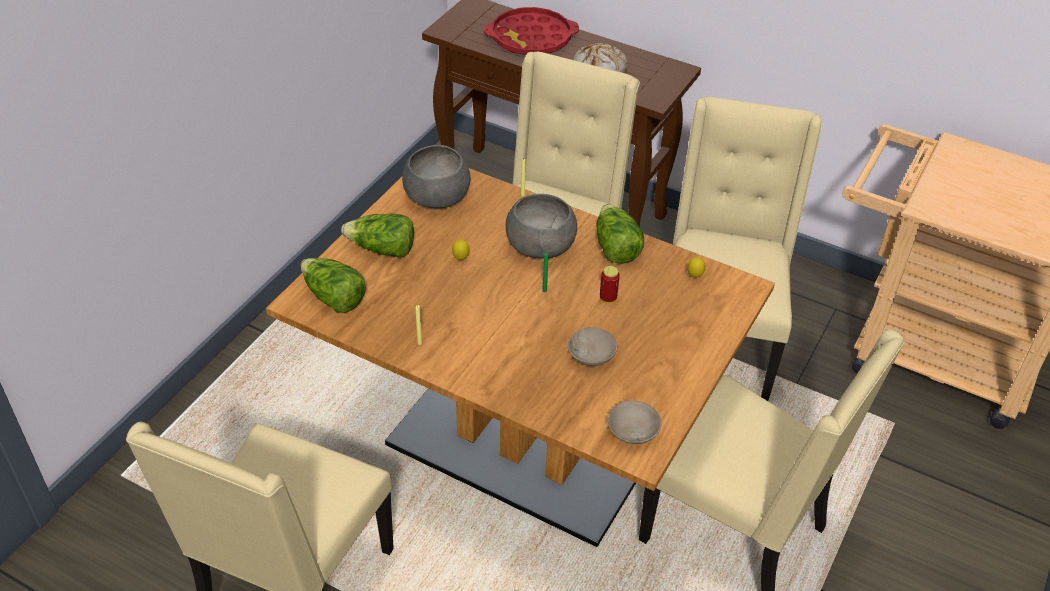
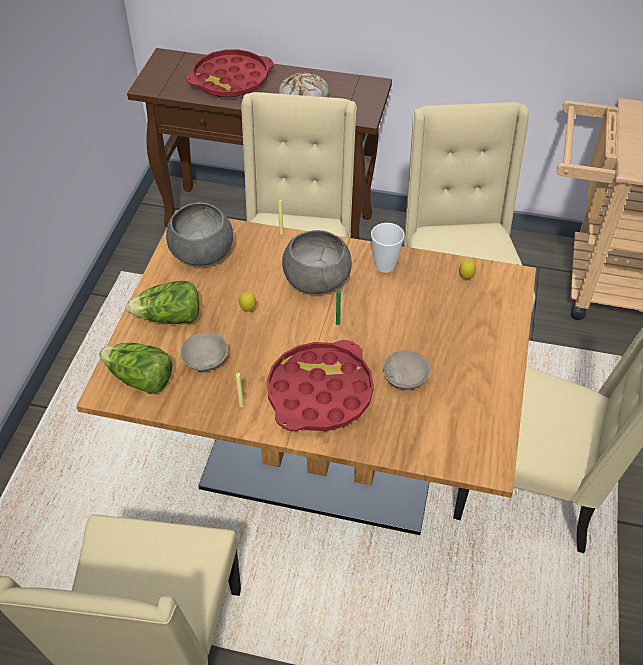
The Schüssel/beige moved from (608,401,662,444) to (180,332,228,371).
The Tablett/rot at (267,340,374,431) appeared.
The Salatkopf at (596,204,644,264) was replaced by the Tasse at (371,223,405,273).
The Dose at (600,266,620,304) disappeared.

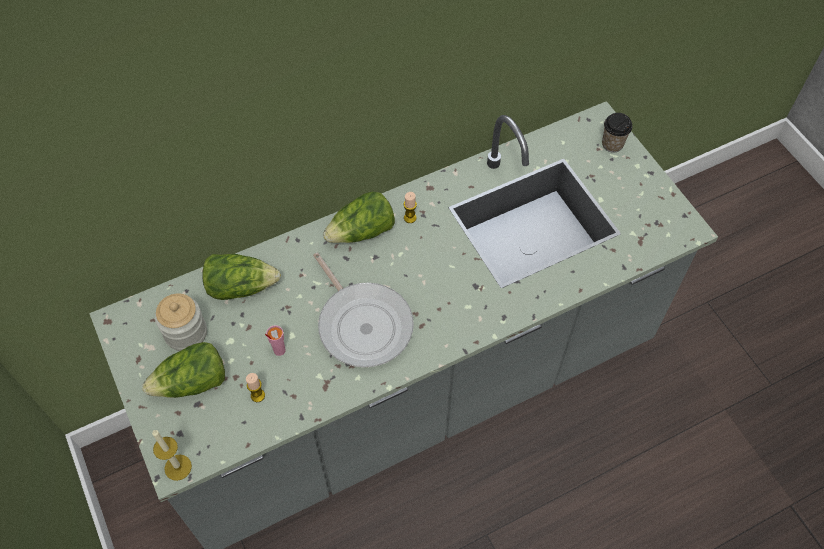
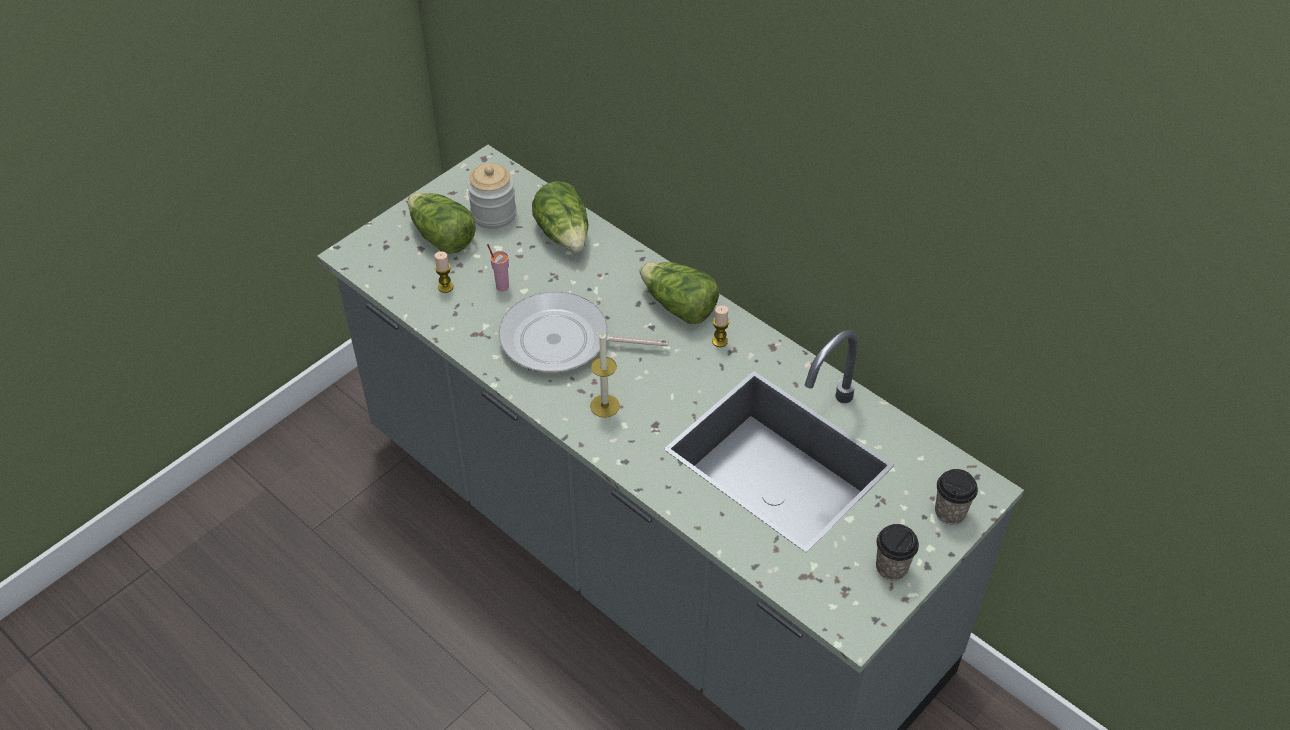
The Pfanne at (313,252,414,367) turned 60 degrees clockwise.
The Kerze moved from (152,430,192,481) to (590,331,620,418).
The Tasse at (876,524,919,580) appeared.

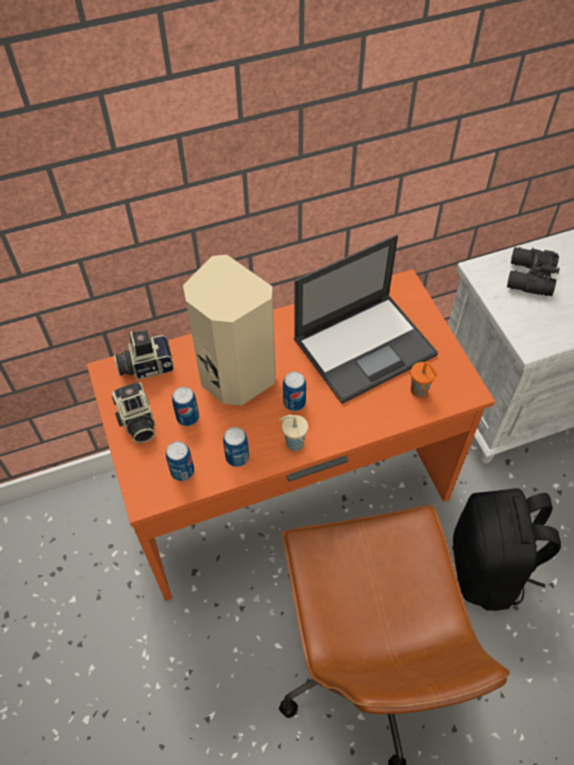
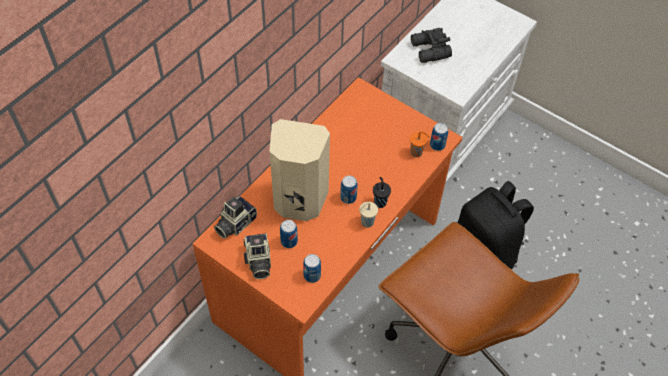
The Kamera at (112,382,155,443) turned 45 degrees clockwise.
The Tasse/schwarz at (373,177,391,208) appeared.
The Dose moved from (223,427,249,467) to (430,123,448,151).
The Laptop at (294,235,438,404) disappeared.

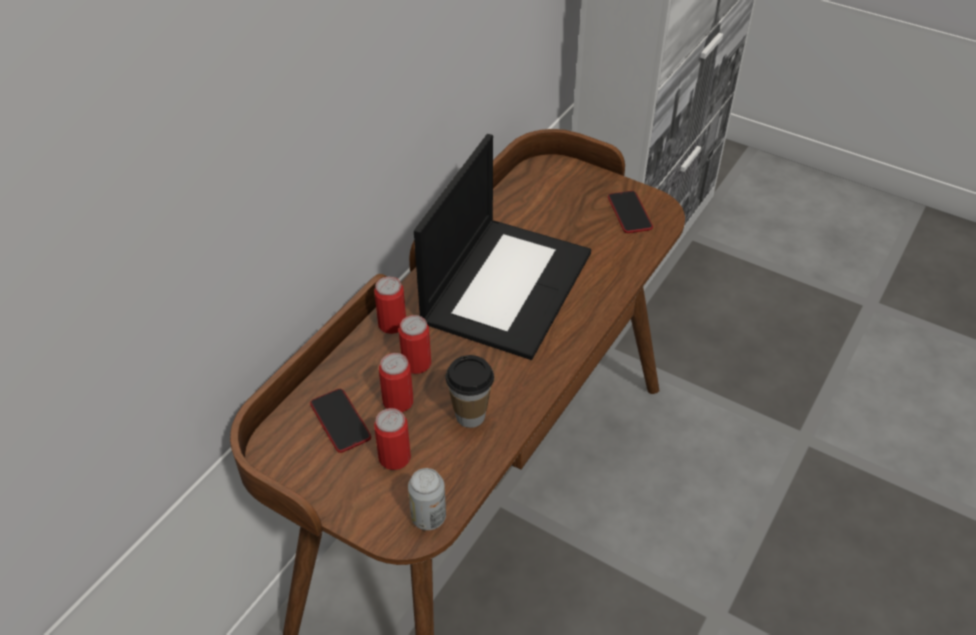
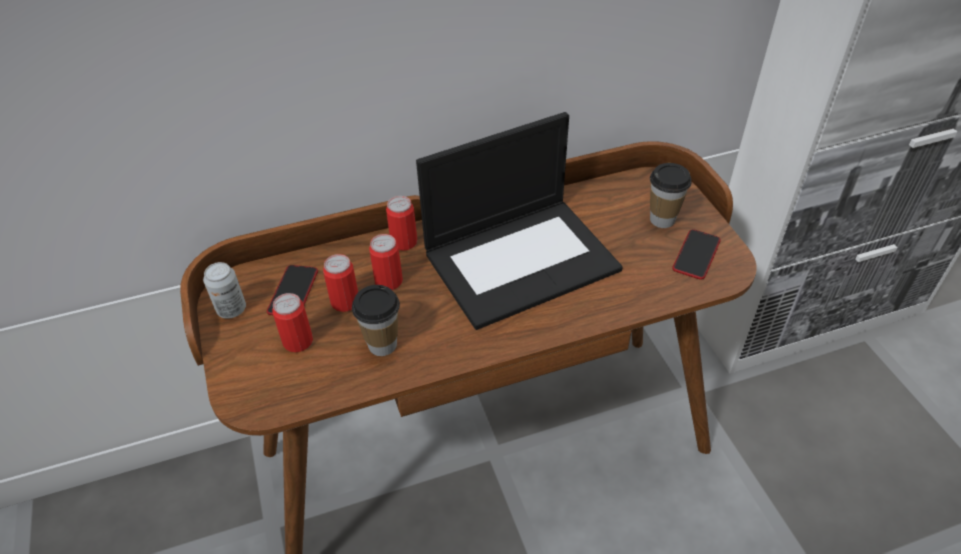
The Dose moved from (408,468,446,530) to (203,262,246,319).
The Tasse at (650,163,692,228) appeared.

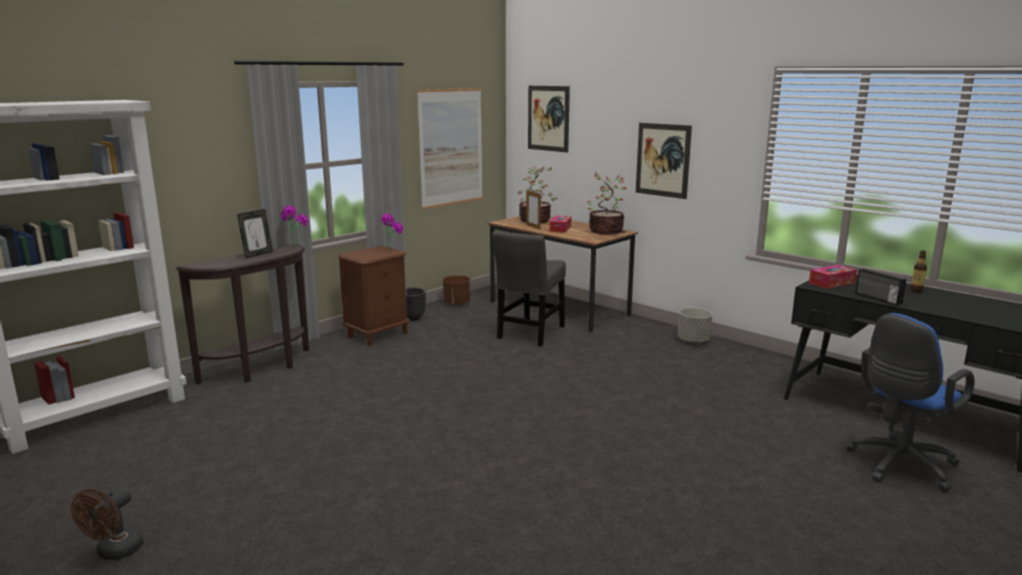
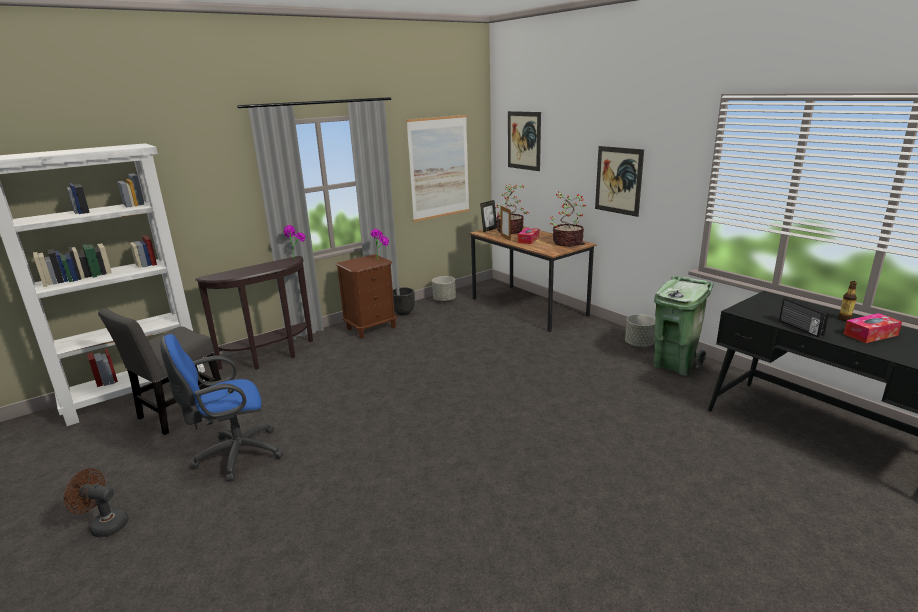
The Ventilator/braun at (71,488,143,560) turned 75 degrees clockwise.
The Stuhl/grau moved from (492,231,566,346) to (98,308,221,435).
The Bürostuhl/blau moved from (846,313,975,492) to (160,334,283,482).
The Pflanzkübel/braun at (443,275,471,306) became the Pflanzkübel/grau at (432,276,456,302).
The Bilderrahmen moved from (237,209,273,259) to (480,200,497,232).
The Mülleimer/grün at (654,276,714,376) appeared.
The Taschentuchbox moved from (809,265,857,289) to (843,313,902,343).

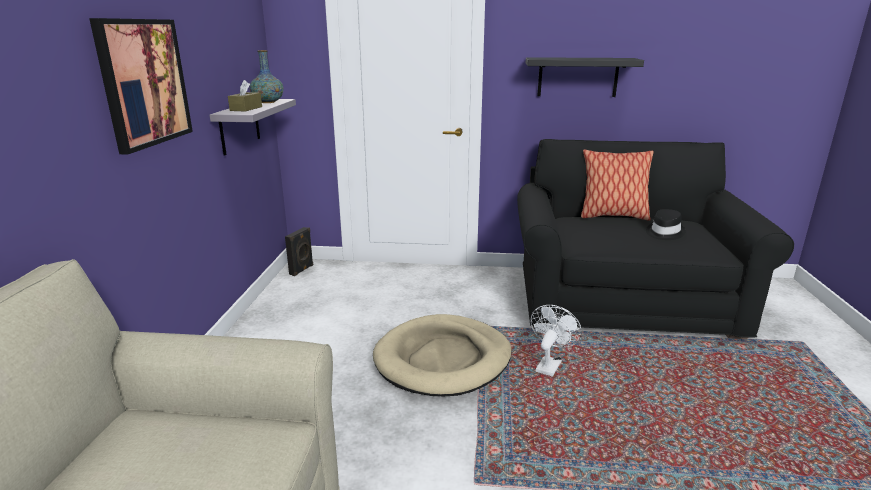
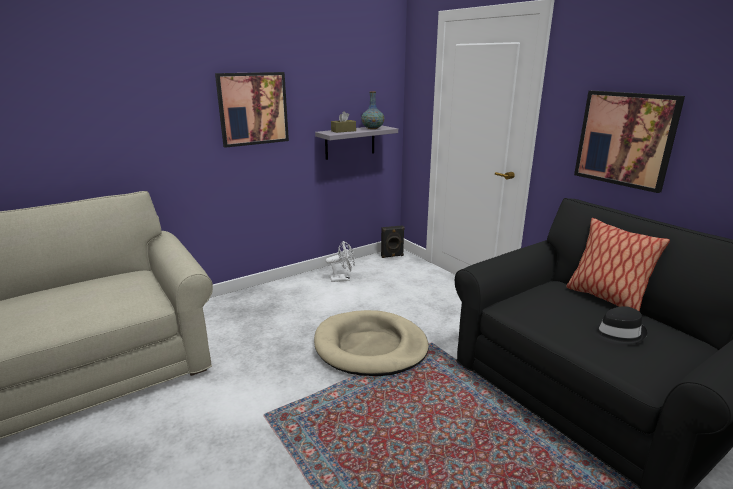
The Ventilator/weiß moved from (530,305,582,377) to (326,241,355,282).
The Wandregal/schwarz at (526,57,644,97) was replaced by the Bild at (574,90,685,193).

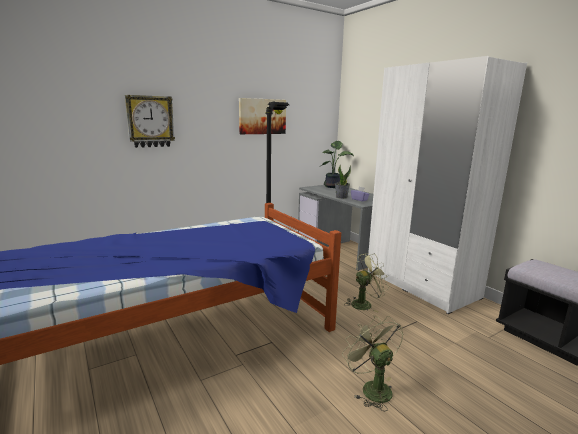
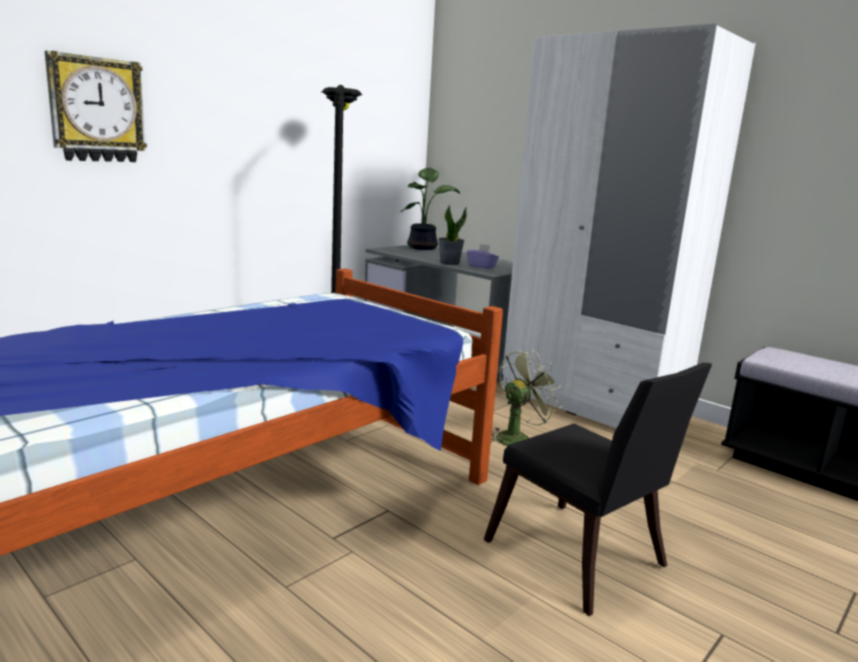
The Ventilator/grün at (342,315,403,411) was replaced by the Stuhl/schwarz at (484,363,712,616).
The Bild at (239,98,286,134) disappeared.

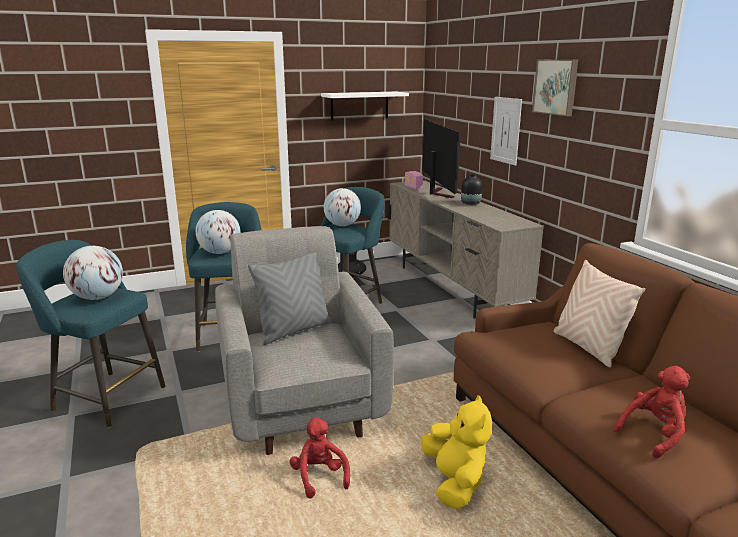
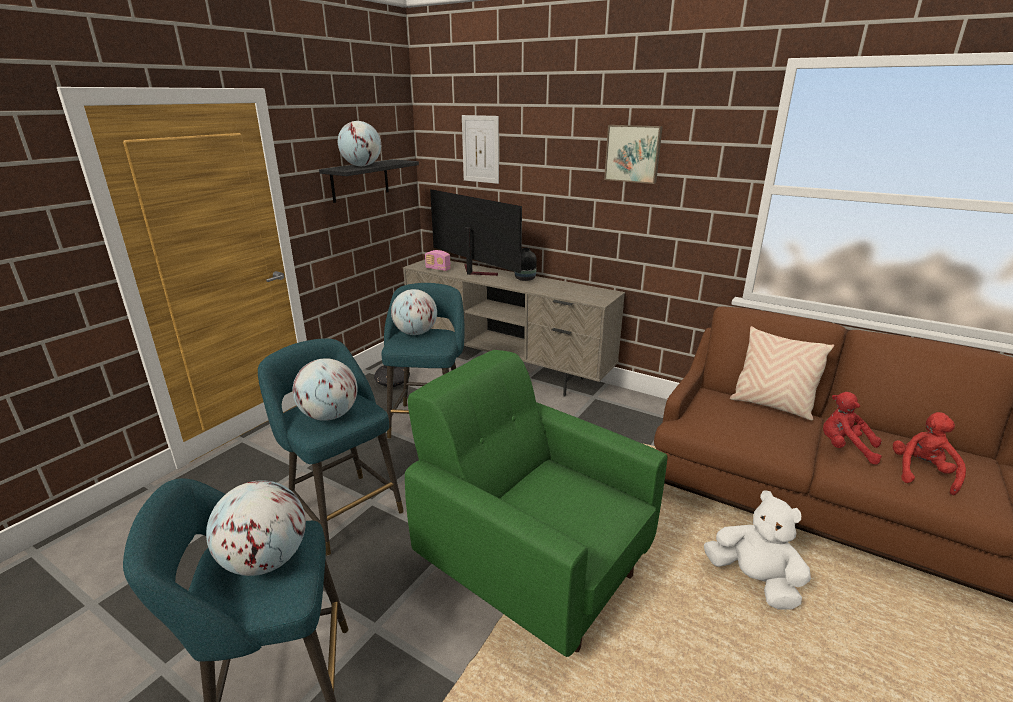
The Wandregal/weiß at (321,92,409,121) became the Wandregal/schwarz at (319,159,419,203).
The Globus at (338,121,381,166) appeared.
The Sessel/grau at (215,226,394,455) became the Sessel/grün at (405,350,668,657).
The Bild moved from (490,97,522,165) to (462,115,499,184).
The Plüschtier/gelb at (421,395,492,510) became the Plüschtier/weiß at (704,490,811,610).
The Plüschtier/rot moved from (289,418,350,499) to (823,392,882,465).
The Kissen/grau at (248,251,332,345) disappeared.

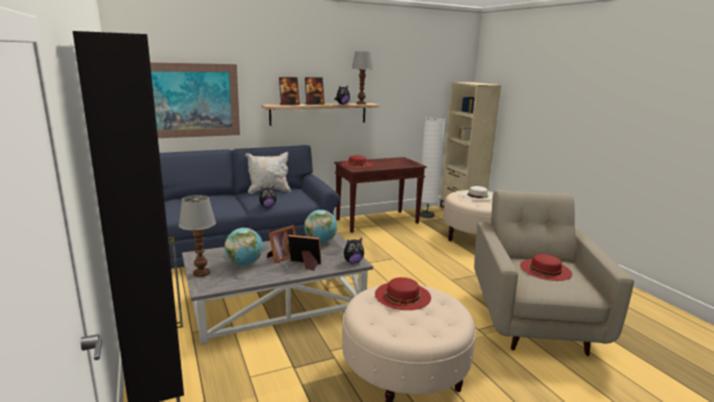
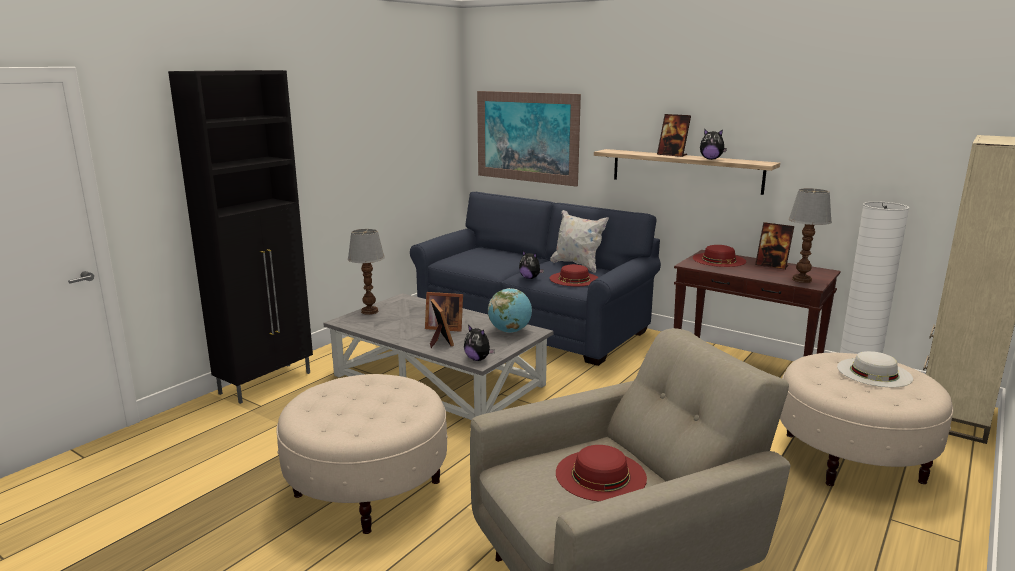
The Hut/rot moved from (375,277,431,310) to (550,264,598,286).
The Bilderrahmen moved from (279,77,300,105) to (755,222,794,270).
The Tischlampe moved from (352,51,373,105) to (789,188,832,283).
The Globus at (225,228,263,265) disappeared.

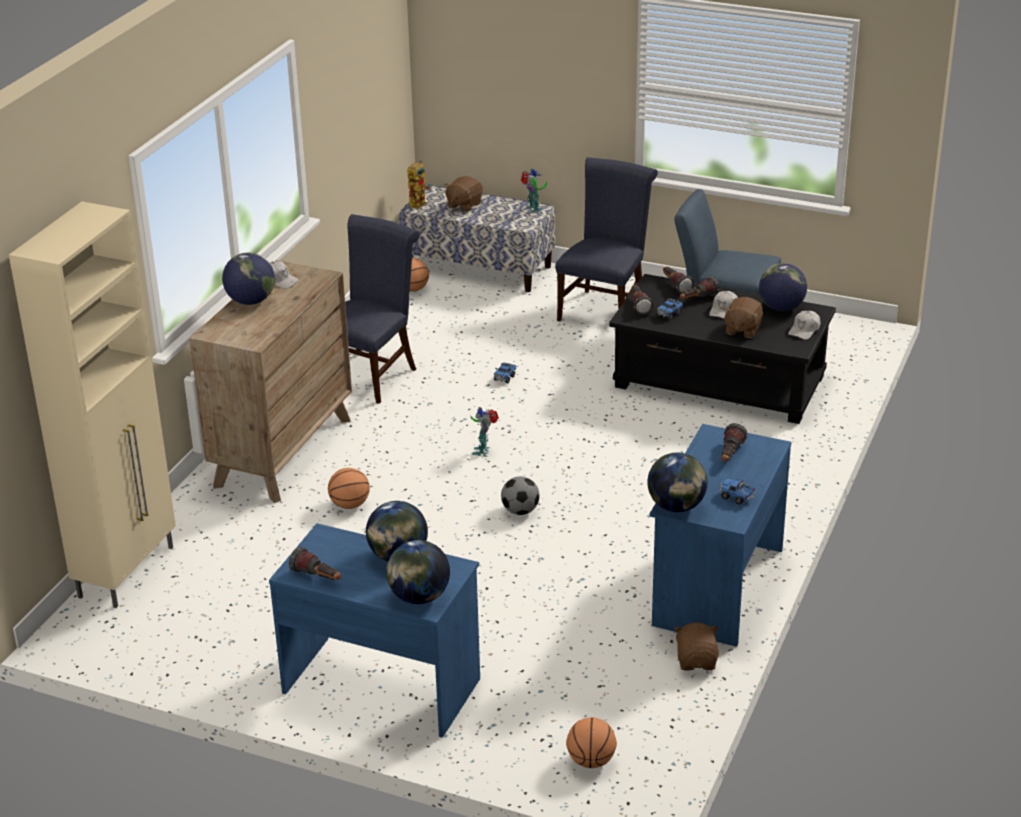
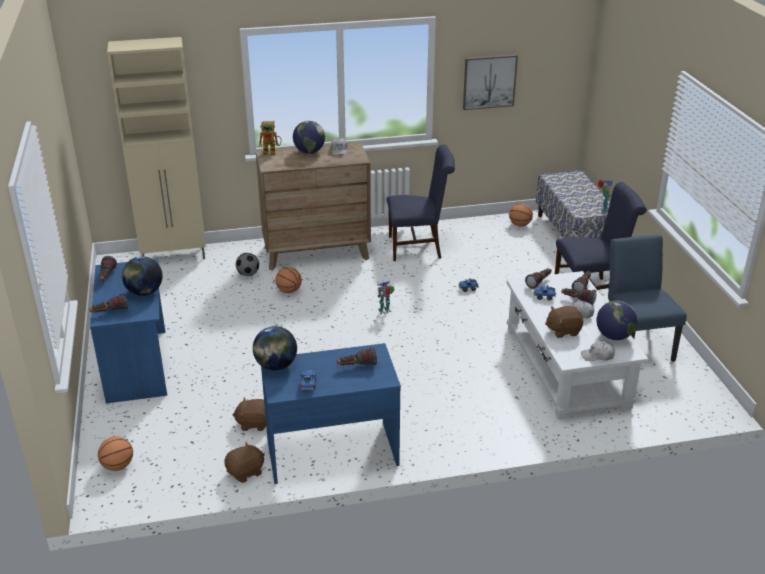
The Globus at (386,540,450,604) was replaced by the Taschenlampe at (89,294,128,313).
The Plüschtier/braun moved from (444,176,483,212) to (232,398,266,431).
The Fußball moved from (501,476,539,515) to (236,253,259,276).
The Spielzeugroboter moved from (407,160,431,209) to (259,121,282,155).
The Bild at (463,54,518,110) appeared.
The Couchtisch/schwarz at (609,274,836,424) became the Couchtisch/weiß at (507,271,649,419).

